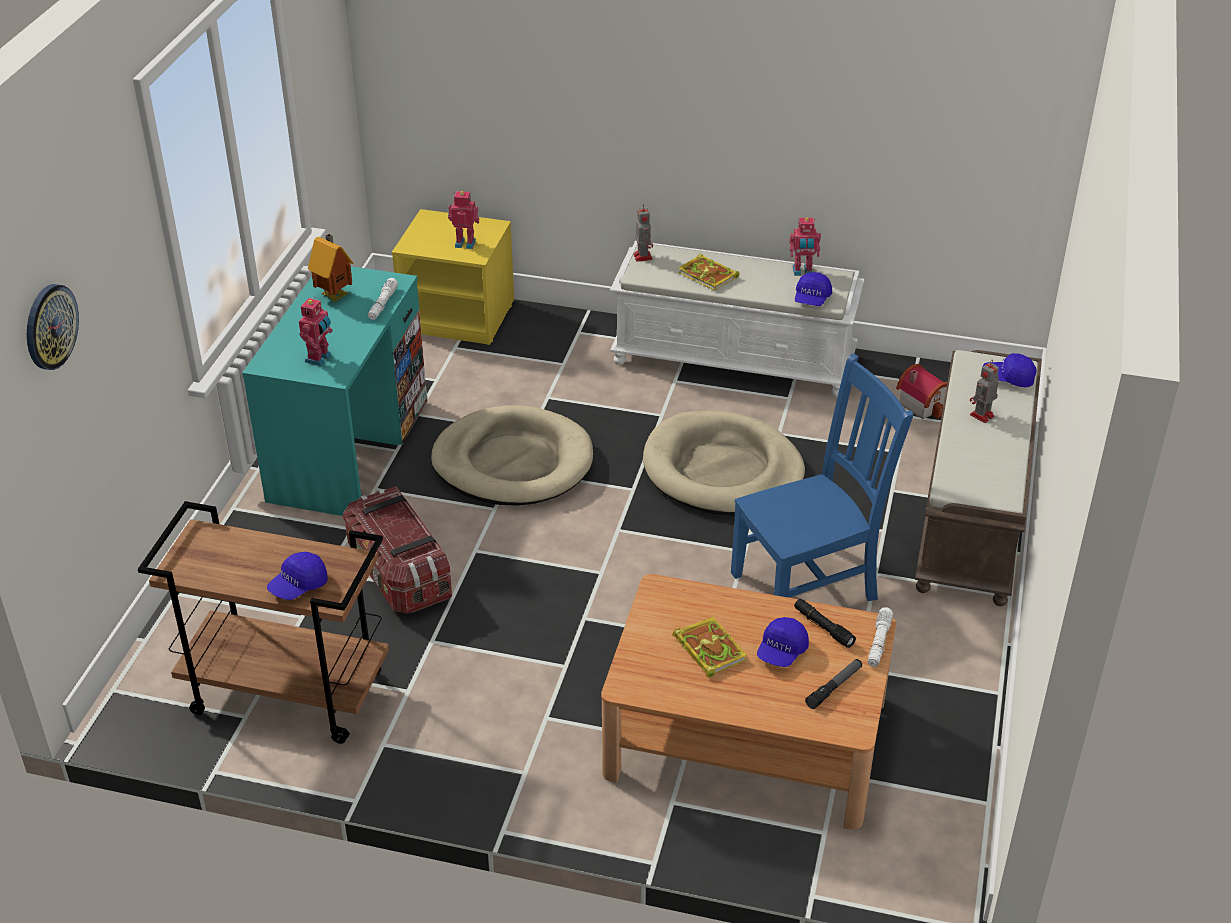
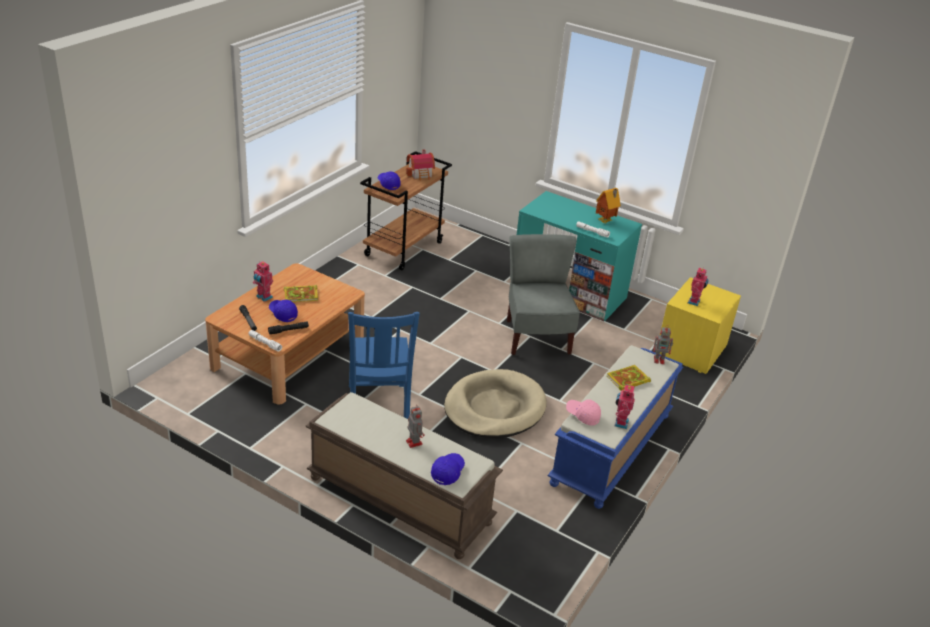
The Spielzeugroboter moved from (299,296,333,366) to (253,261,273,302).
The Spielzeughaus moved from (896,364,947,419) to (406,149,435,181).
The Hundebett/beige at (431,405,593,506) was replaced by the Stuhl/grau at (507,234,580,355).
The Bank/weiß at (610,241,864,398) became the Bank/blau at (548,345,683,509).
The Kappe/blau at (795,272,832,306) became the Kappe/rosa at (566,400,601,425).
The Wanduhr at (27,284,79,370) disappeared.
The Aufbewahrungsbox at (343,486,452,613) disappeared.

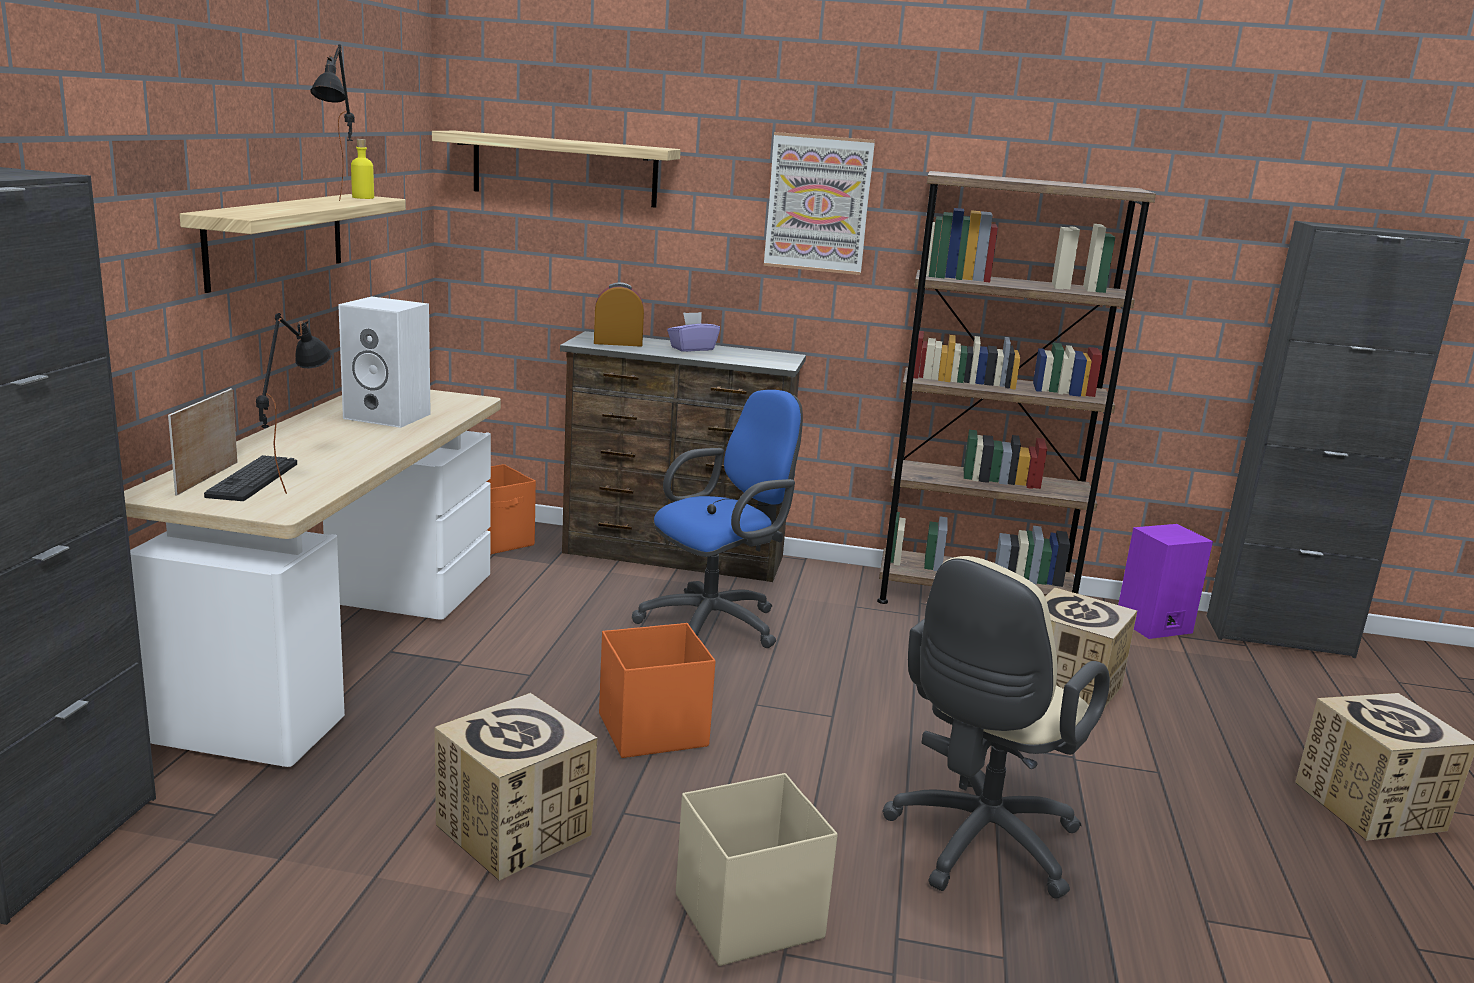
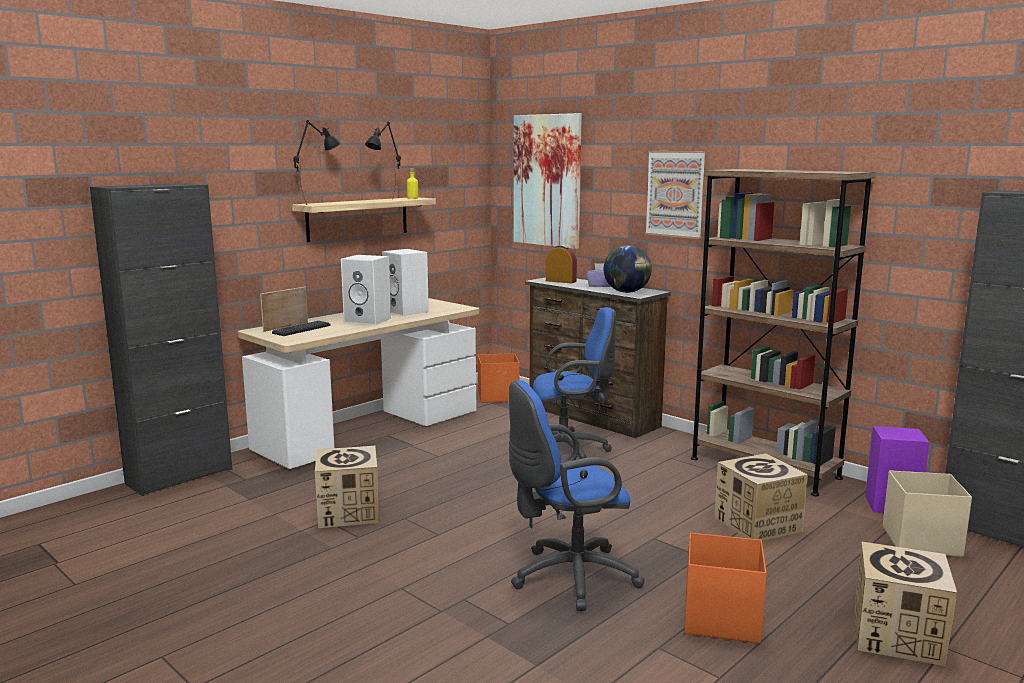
The Tischlampe/schwarz moved from (256,313,332,494) to (293,120,340,205).
The Lautsprecher/weiß at (341,255,391,325) appeared.
The Bürostuhl/beige at (882,556,1110,899) became the Bürostuhl/blau at (509,380,645,611).
The Wandregal at (432,131,681,208) was replaced by the Bild at (514,113,582,249).
The Globus at (604,245,652,293) appeared.
The Aufbewahrungsbox/orange moved from (599,623,715,758) to (685,532,766,643).
The Aufbewahrungsbox/beige moved from (676,773,838,966) to (883,470,972,557).

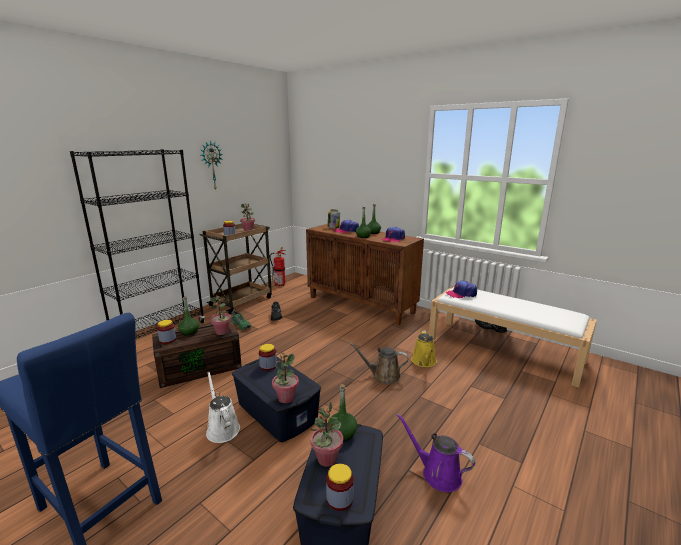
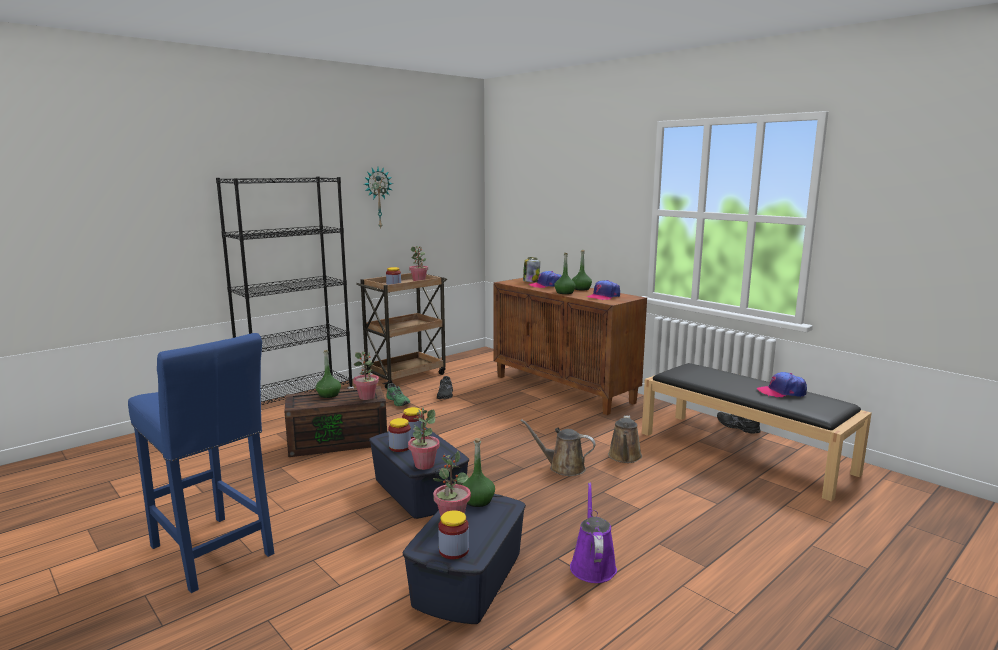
The Vorratsglas moved from (157,320,176,344) to (388,418,411,452).
The Gießkanne/lila at (397,414,475,492) turned 45 degrees clockwise.
The Gießkanne/gelb at (411,330,437,367) became the Gießkanne/braun at (608,415,642,463).
The Bank/weiß at (429,287,597,388) became the Bank/schwarz at (642,363,872,501).
The Kappe moved from (446,281,477,298) to (757,372,807,397).
The Gießkanne/weiß at (206,372,240,443) disappeared.
The Feuerlöscher at (270,247,286,287) disappeared.

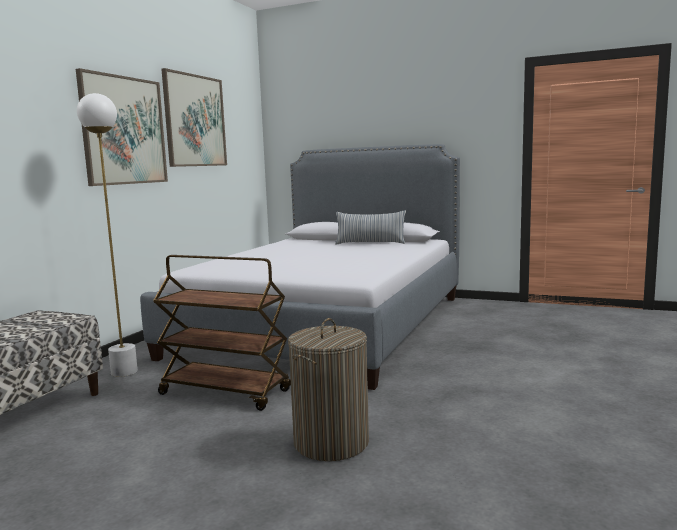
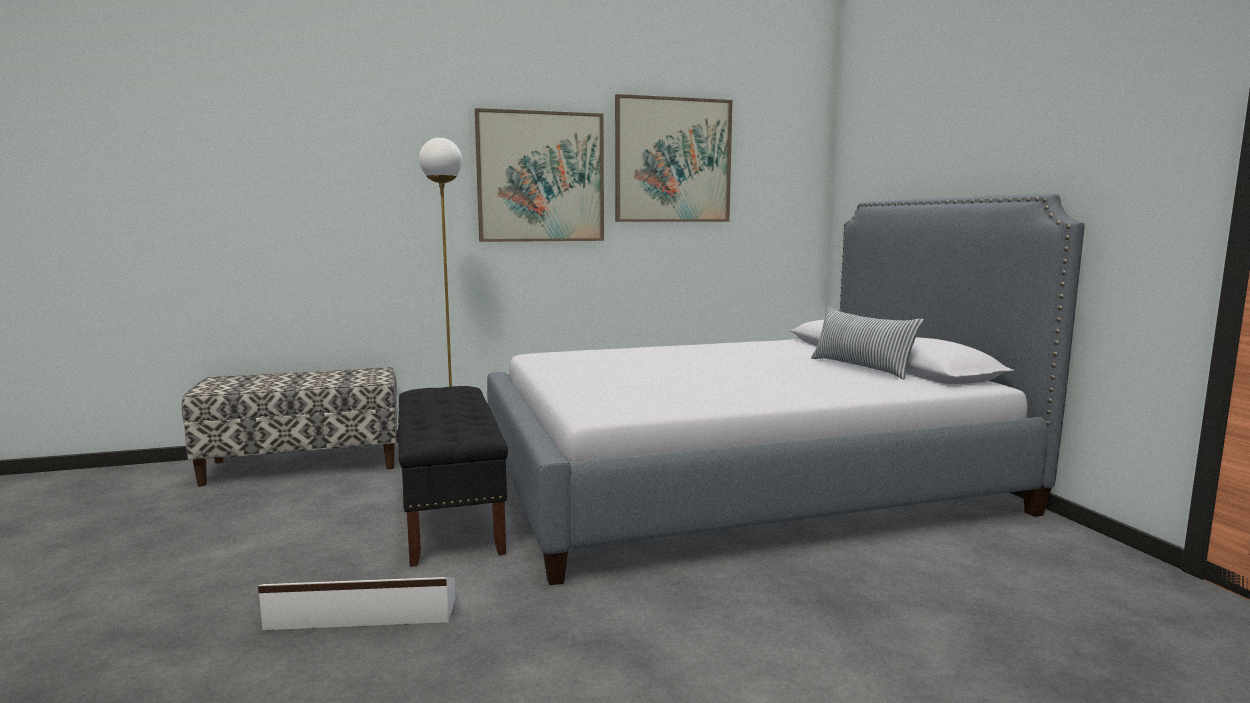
The Wäschekorb at (288,318,369,461) was replaced by the Aufbewahrungsbox/weiß at (258,577,455,630).
The Rollwagen/braun at (153,255,291,411) was replaced by the Bank/schwarz at (398,386,508,567).

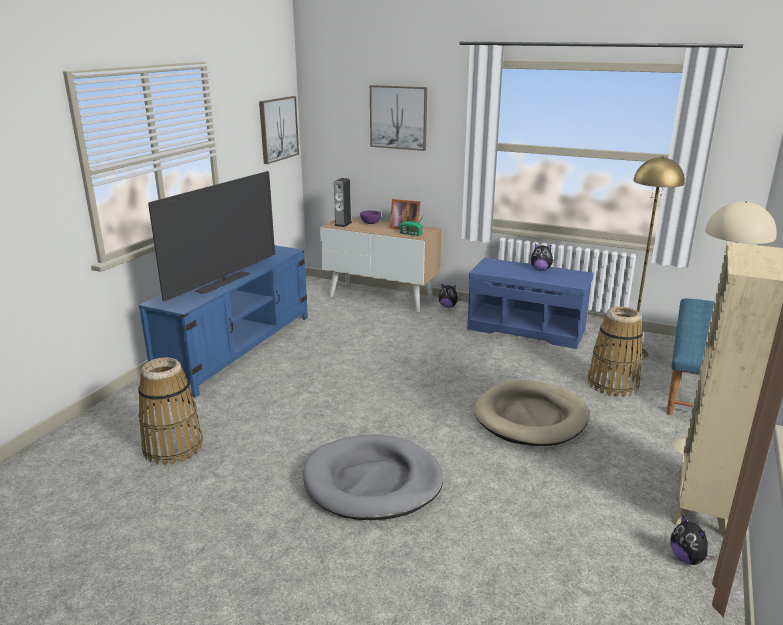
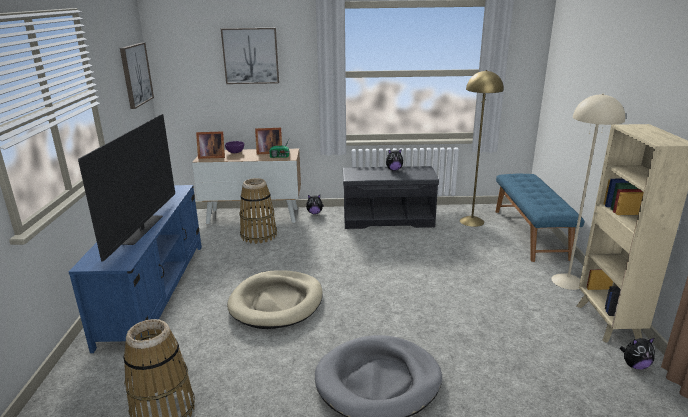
The Lautsprecher at (334,178,352,227) was replaced by the Bilderrahmen at (196,131,225,159).
The Hundebett/beige moved from (474,380,589,446) to (227,270,323,329).
The Korb moved from (588,306,643,397) to (239,178,277,244).
The Bank/blau at (467,258,594,349) became the Bank/grau at (343,166,439,229).
The Plüschtier at (670,515,714,565) turned 45 degrees counterclockwise.

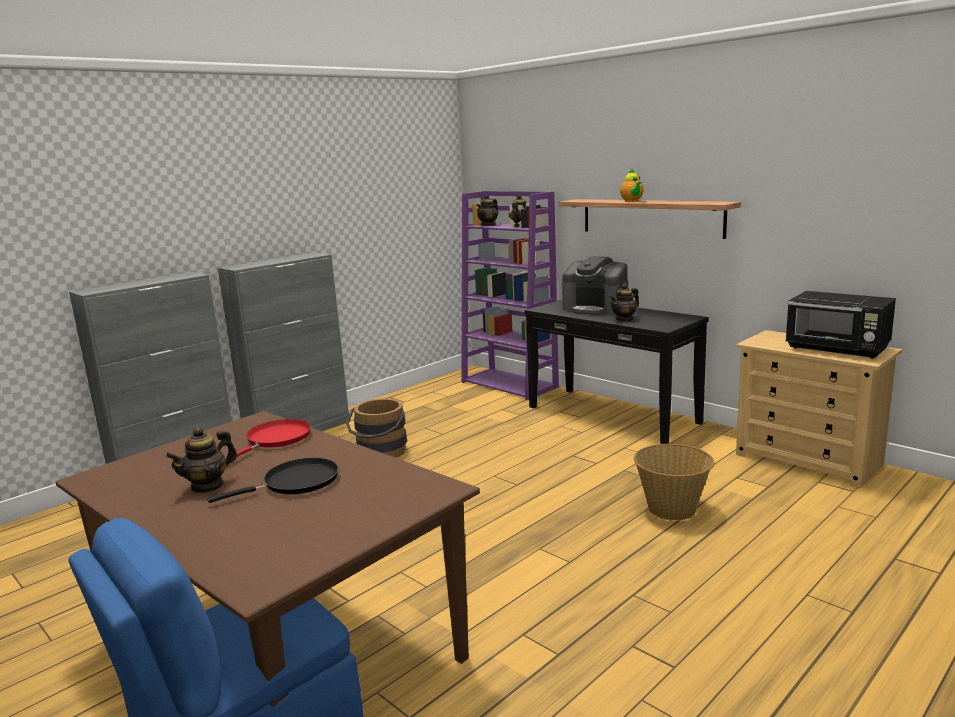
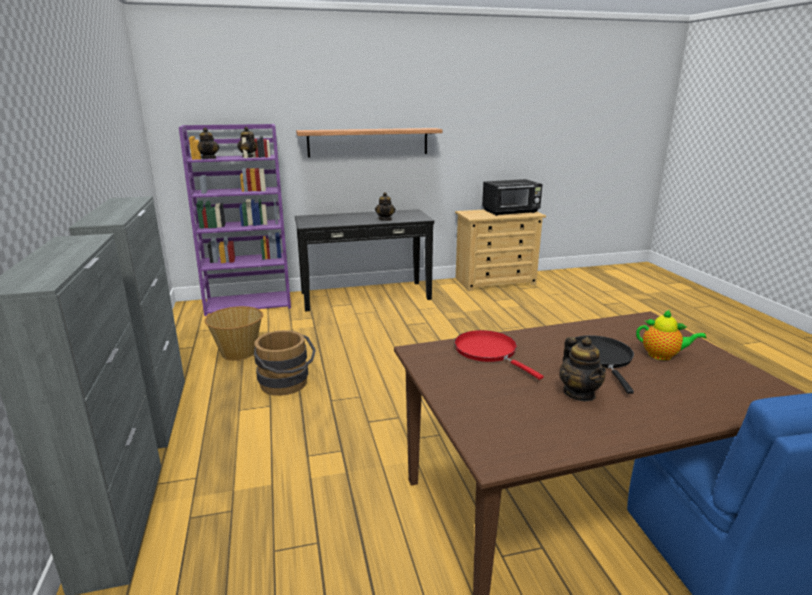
The Korb moved from (634,444,714,521) to (205,306,263,361).
The Teekanne moved from (620,168,643,202) to (636,310,706,360).
The Kaffeemaschine at (562,256,628,315) disappeared.

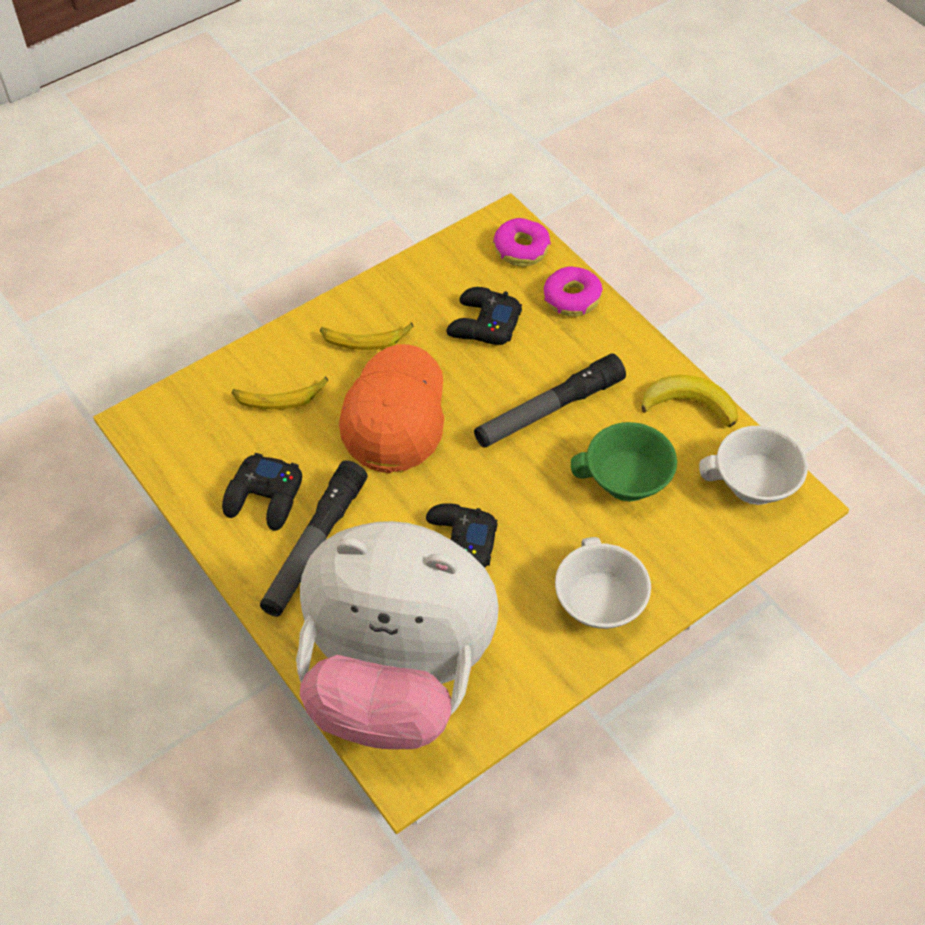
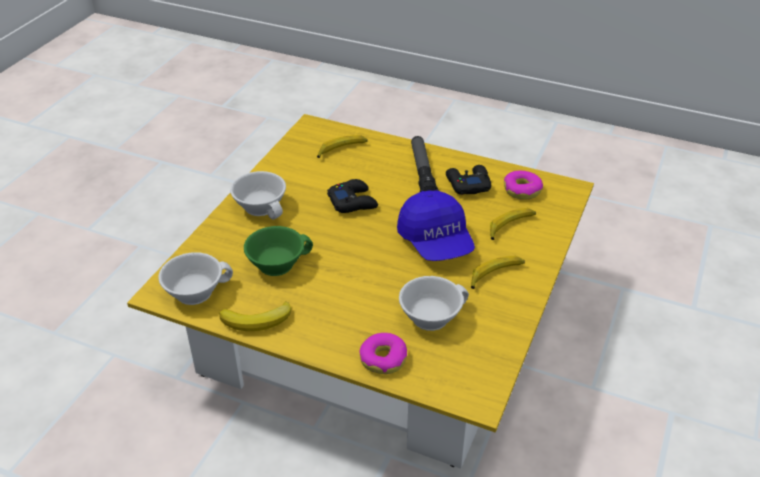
The Plüschtier at (296,521,499,749) was replaced by the Banane at (317,135,367,158).
The Kappe/orange at (339,344,444,473) became the Kappe/blau at (397,190,475,261).
The Gamepad/schwarz at (446,287,522,345) was replaced by the Tasse/weiß at (399,276,469,331).
The Donut moved from (493,218,551,266) to (504,171,543,200).
The Taschenlampe at (474,353,626,448) disappeared.

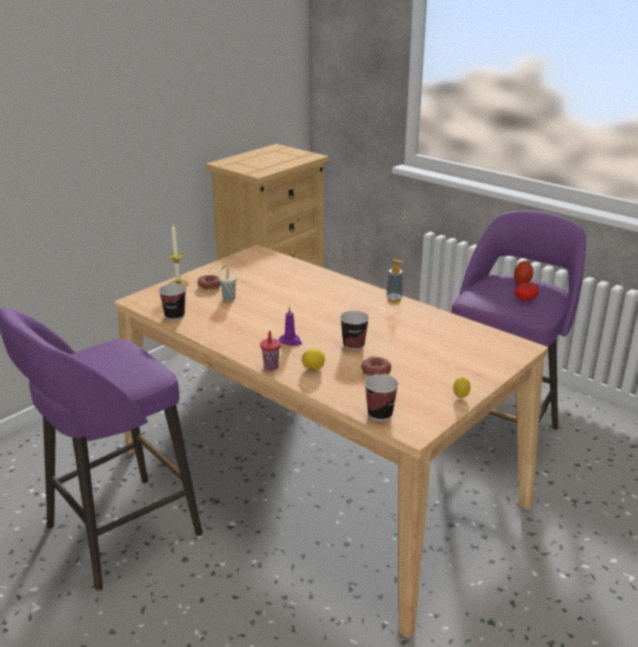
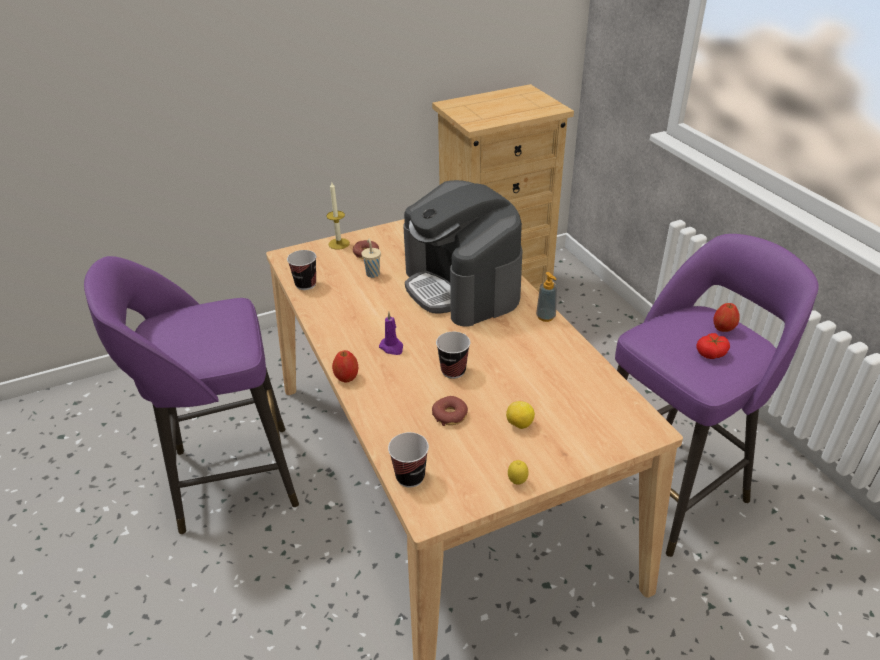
The Tasse/rot at (260,331,281,371) was replaced by the Apfel at (332,350,358,383).
The Kaffeemaschine at (403,180,522,327) appeared.
The Zitrone moved from (302,348,325,370) to (506,401,535,429).

